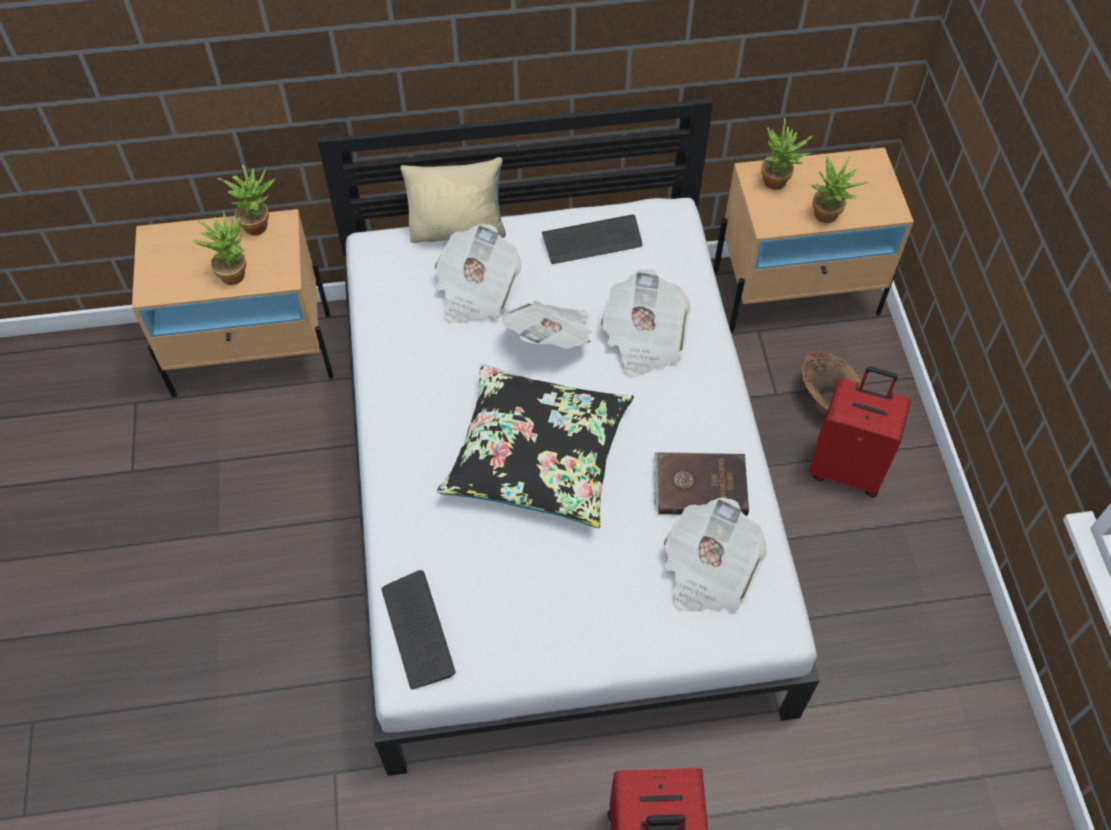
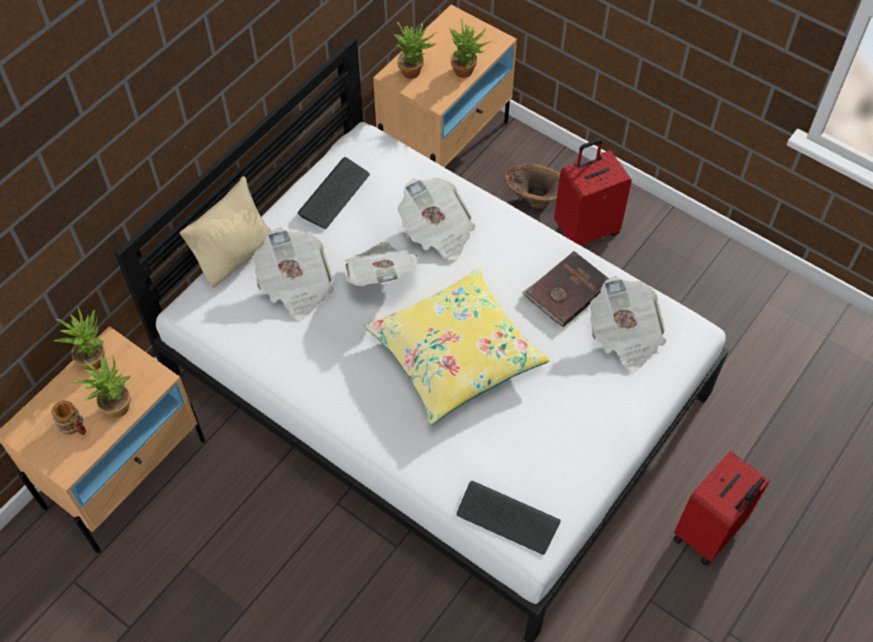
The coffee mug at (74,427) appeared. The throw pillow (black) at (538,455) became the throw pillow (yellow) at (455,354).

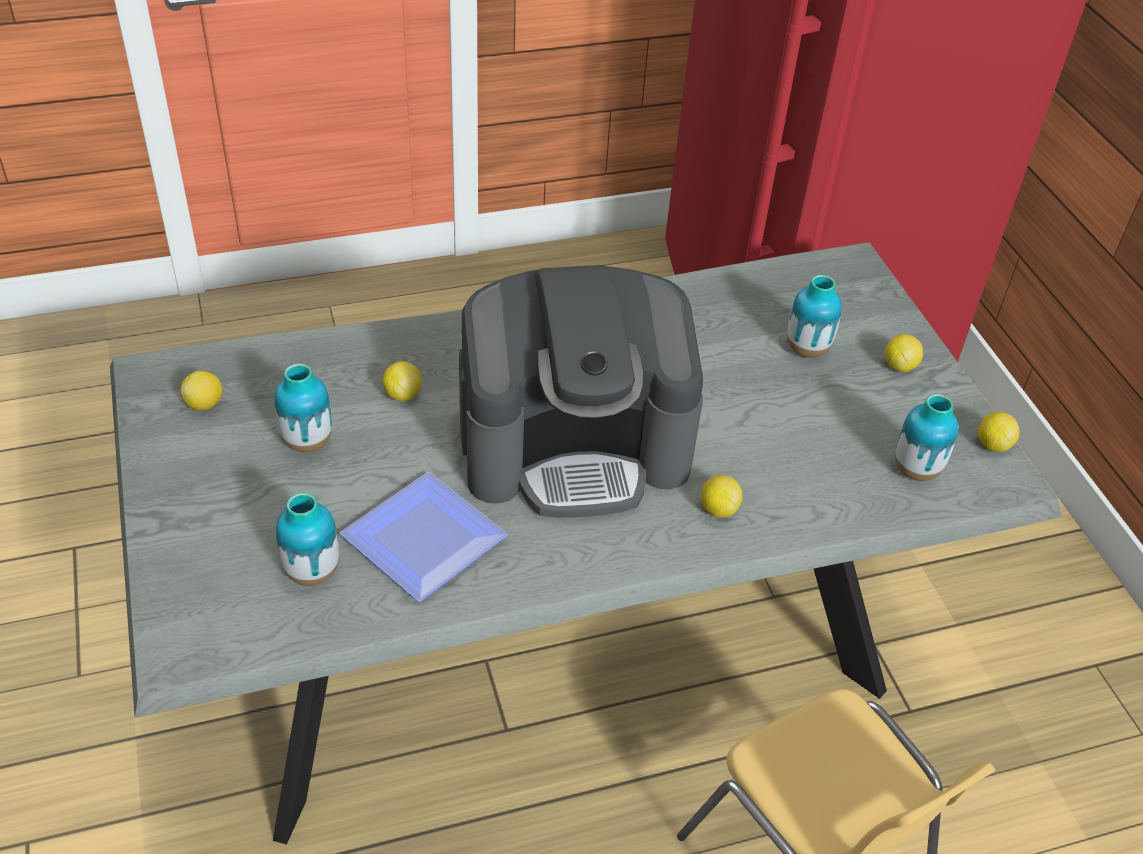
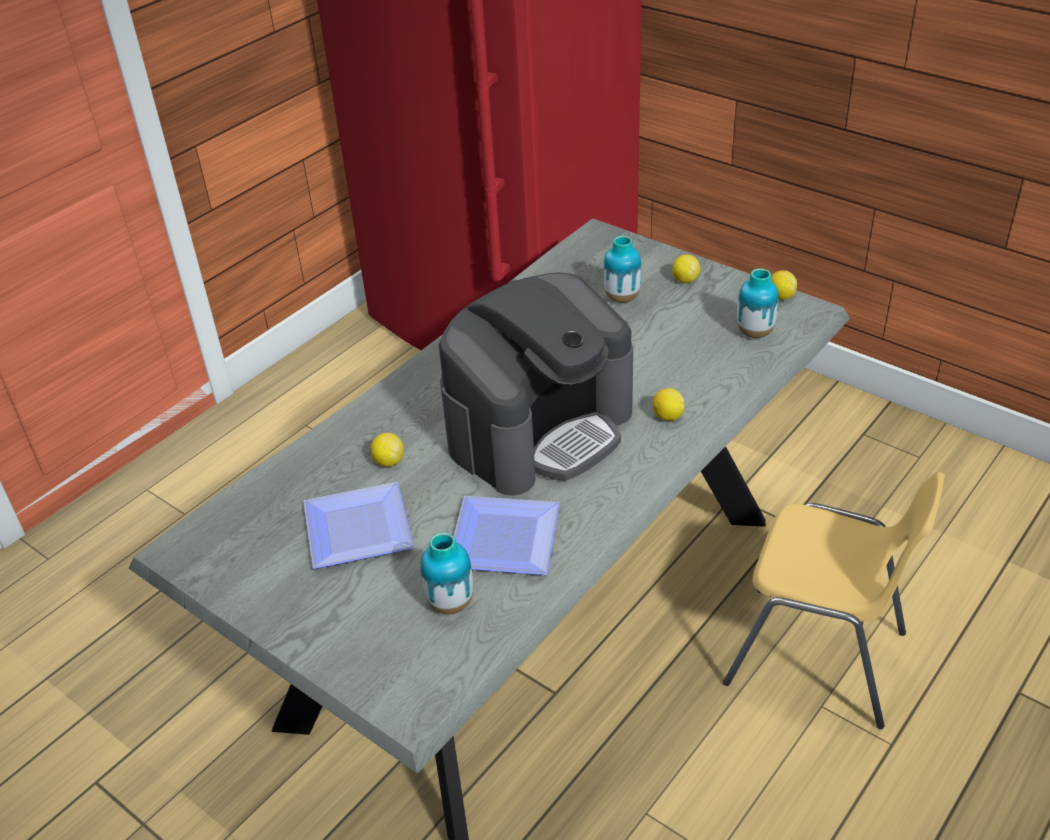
The flower vase at (307,442) was replaced by the plate at (354,527). The whole lemon at (205,404) disappeared.

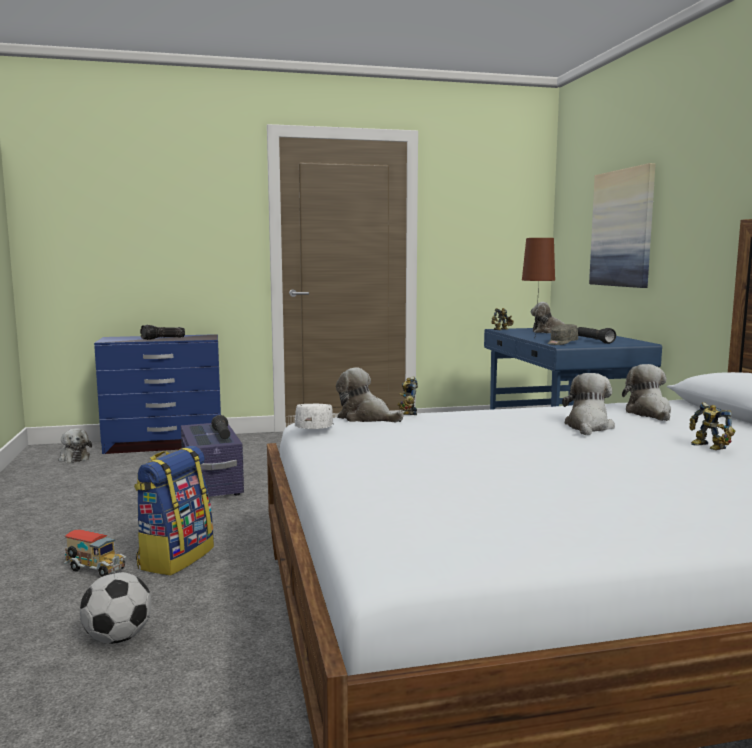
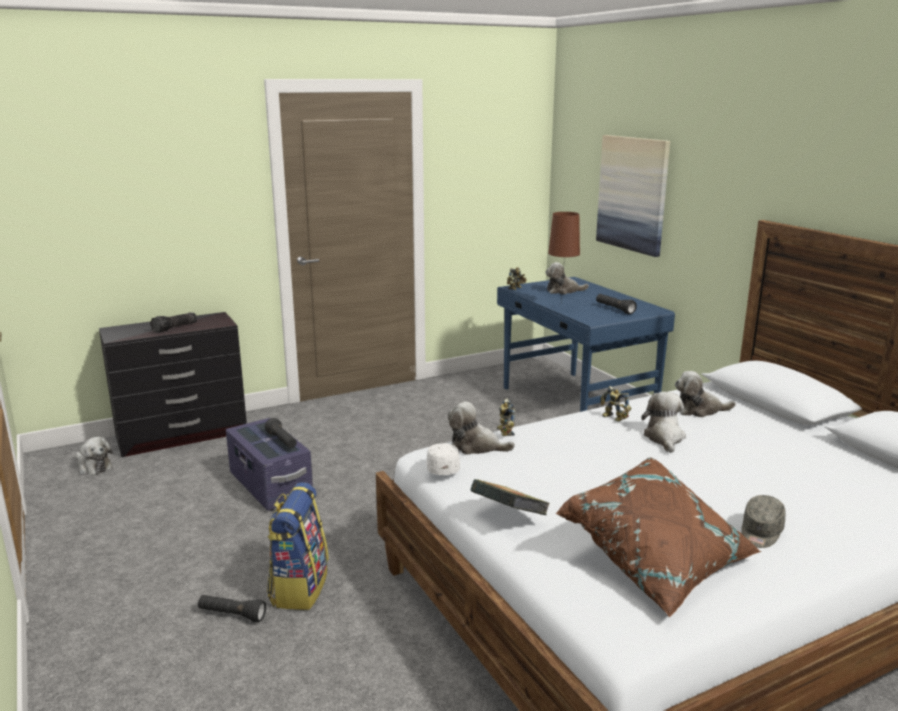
The chest of drawers (blue) at (165,444) became the chest of drawers (black) at (183,435). The toy truck at (95,570) was replaced by the torch (black) at (232,615). The bound book at (509,516) appeared. The throw pillow (brown-coloured) at (657,561) appeared. The model robot moved from (707,447) to (613,418). The cuddly toy at (649,413) turned 75 degrees counterclockwise. The baseball cap (grey) moved from (561,343) to (760,532). The football at (118,638) disappeared.

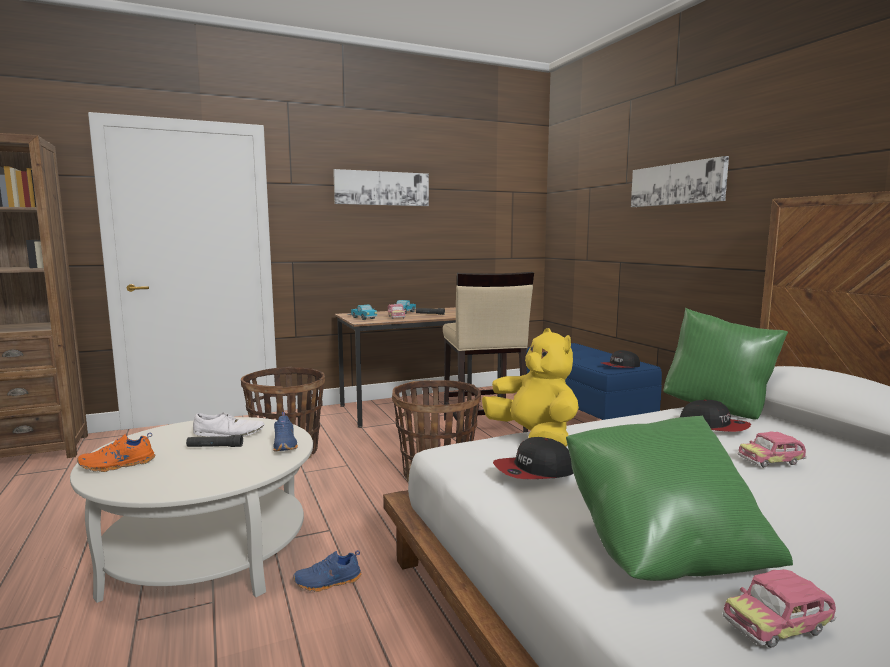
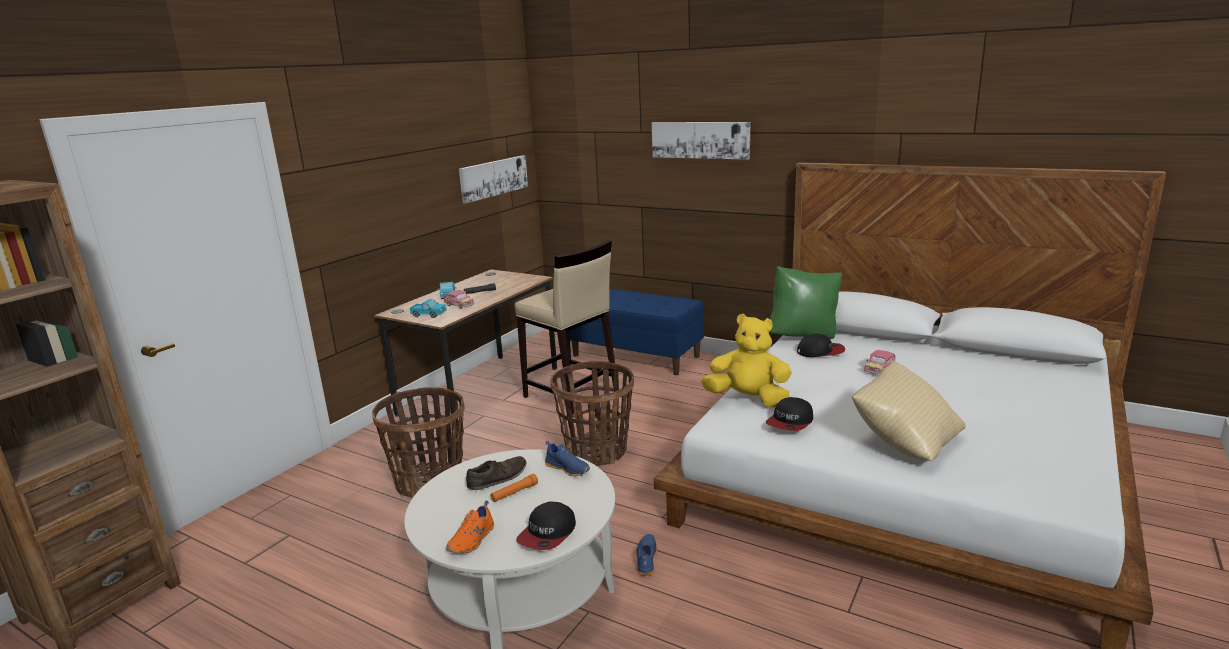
The wall art moved from (382,188) to (493,178). The shoe (white-coloured) at (229,433) became the shoe (brown-coloured) at (497,478). The torch (black) at (215,447) became the torch (orange-coloured) at (514,493). The baseball cap moved from (620,366) to (548,534). The shoe (blue) at (328,582) turned 150 degrees clockwise. The throw pillow (greenish) at (663,549) became the throw pillow (sand-coloured) at (904,442). The toy car at (778,626) disappeared.

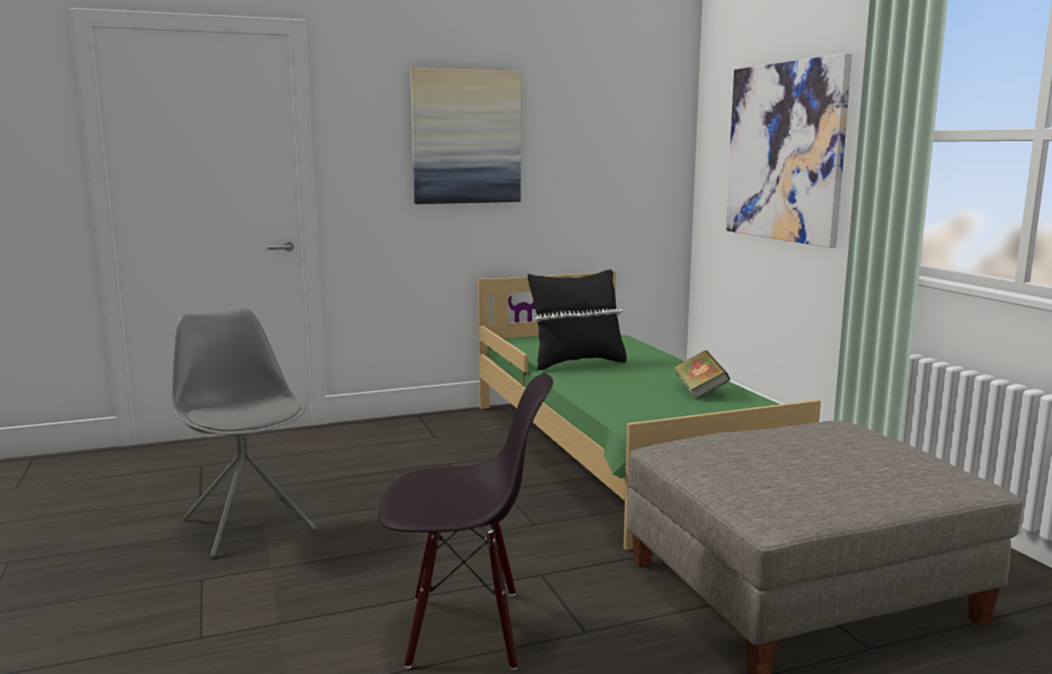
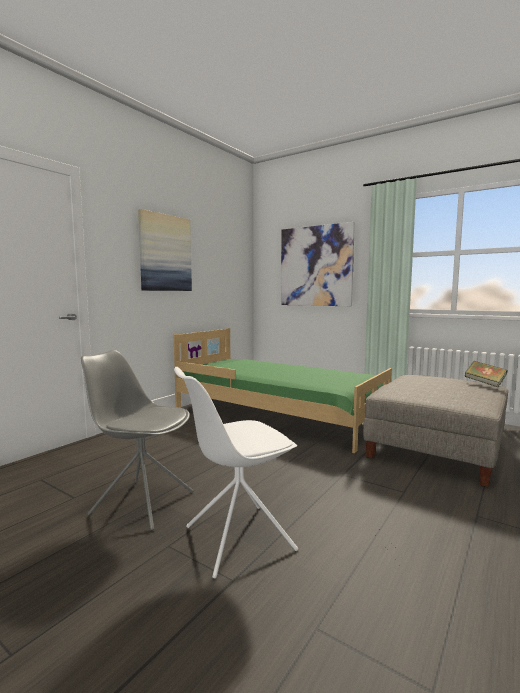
The plain chair (white-coloured) at (237,539) appeared. The bound book moved from (699,391) to (485,383). The plain chair (black) at (465,629) disappeared. The throw pillow (black) at (576,362) disappeared.

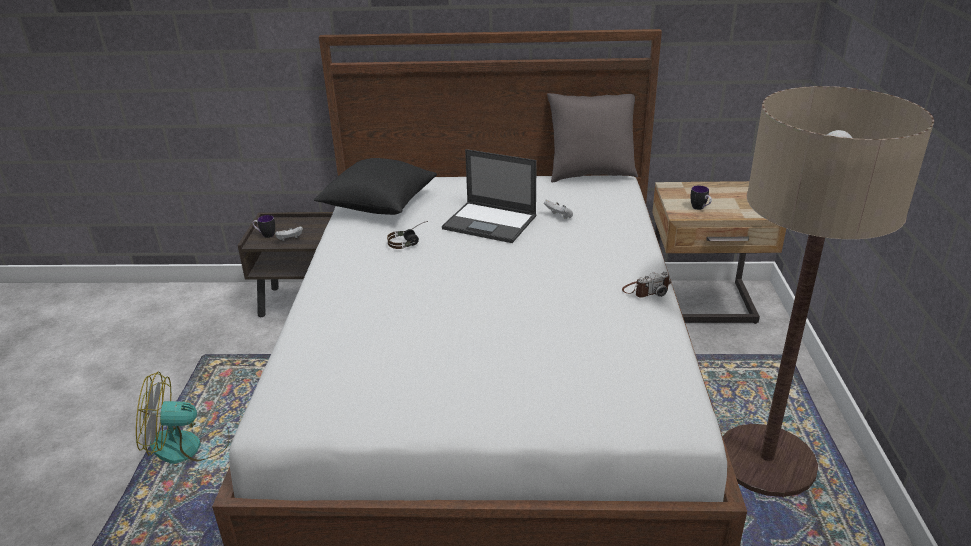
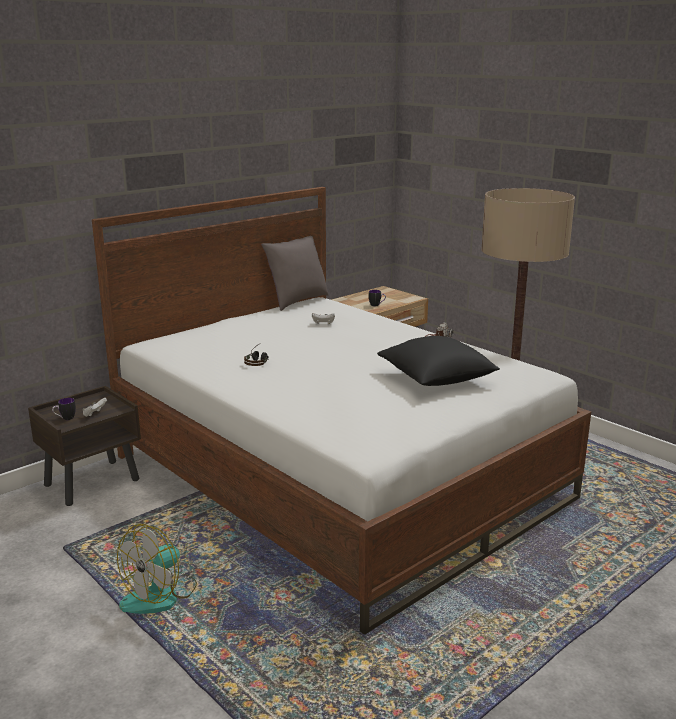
The throw pillow (black) moved from (378,205) to (436,379). The laptop at (491,222) disappeared.

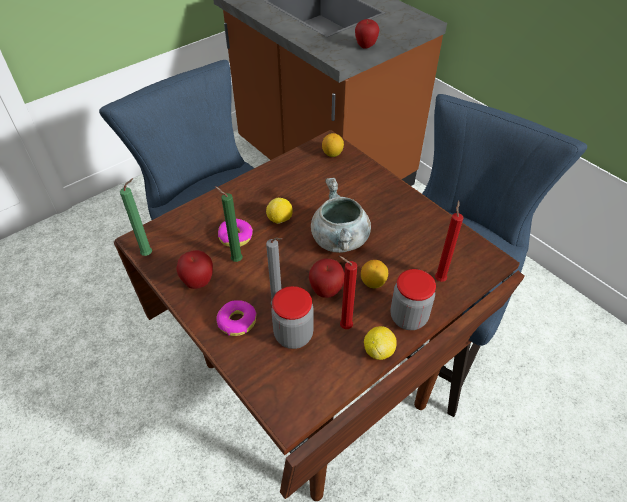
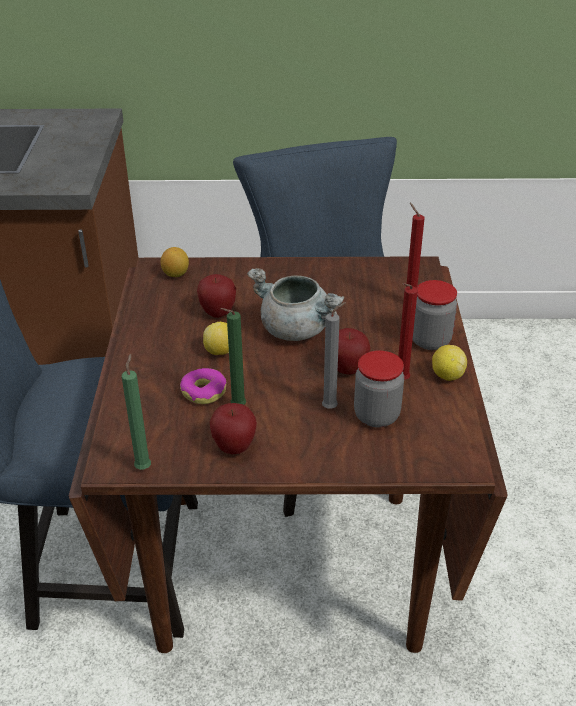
The apple moved from (366,46) to (218,313). The doughnut at (237,321) disappeared. The whole lemon at (373,282) disappeared.

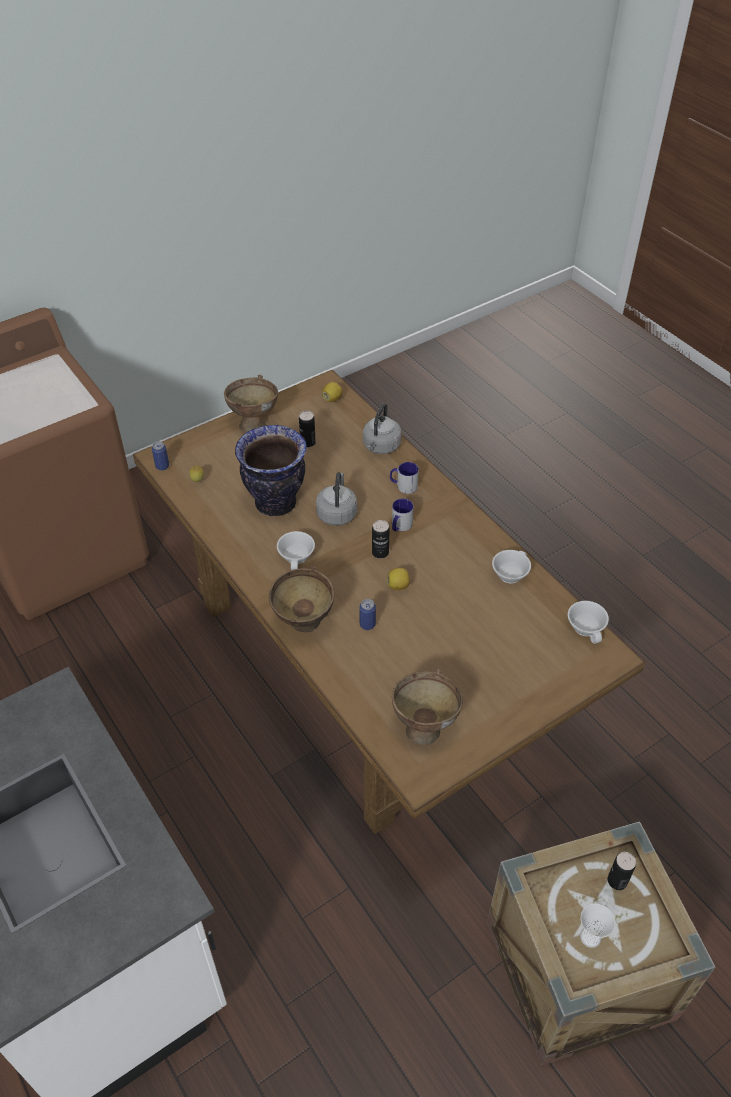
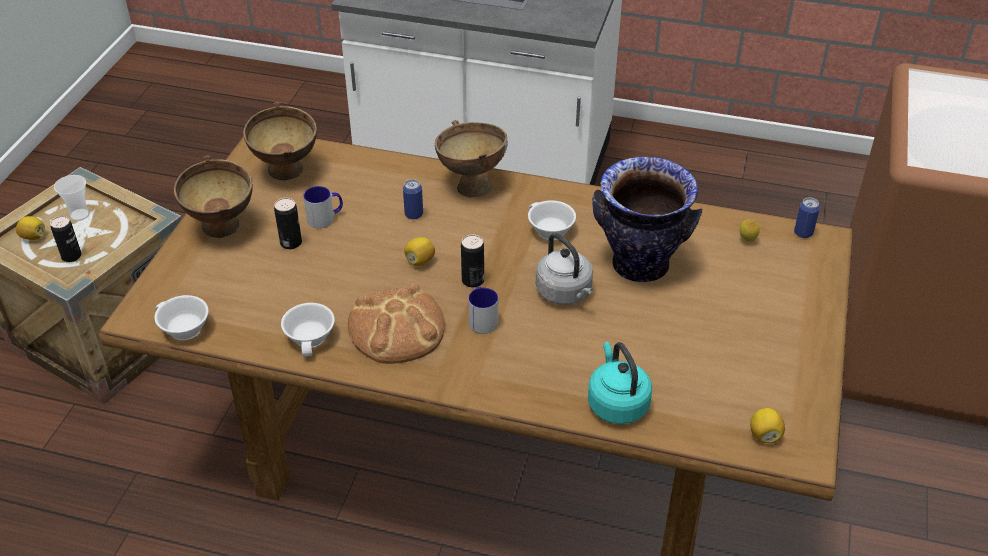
The whole lemon at (33,237) appeared. The serving bowl (brown-coloured) moved from (254,422) to (223,231). The sealed can moved from (308,442) to (291,243). The coffee mug moved from (403,486) to (325,218). The baked bread at (397,328) appeared. The tea kettle (grey) at (380,447) became the tea kettle (turquoise) at (616,403).

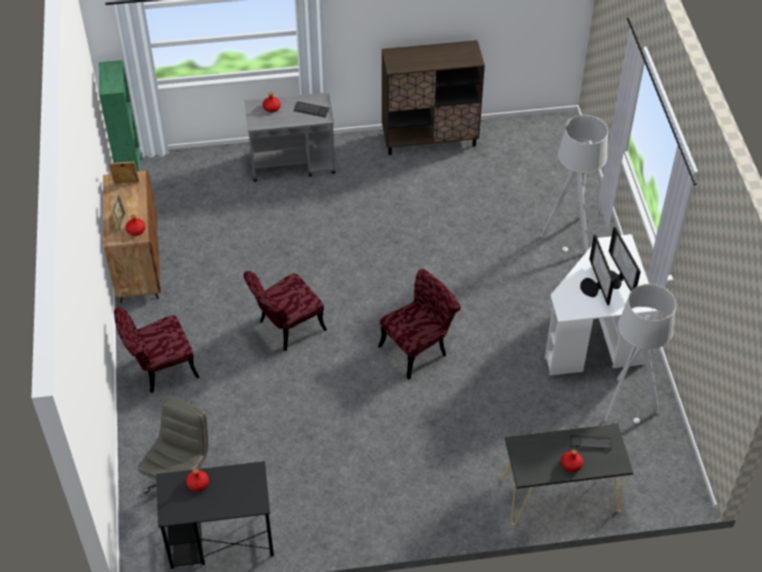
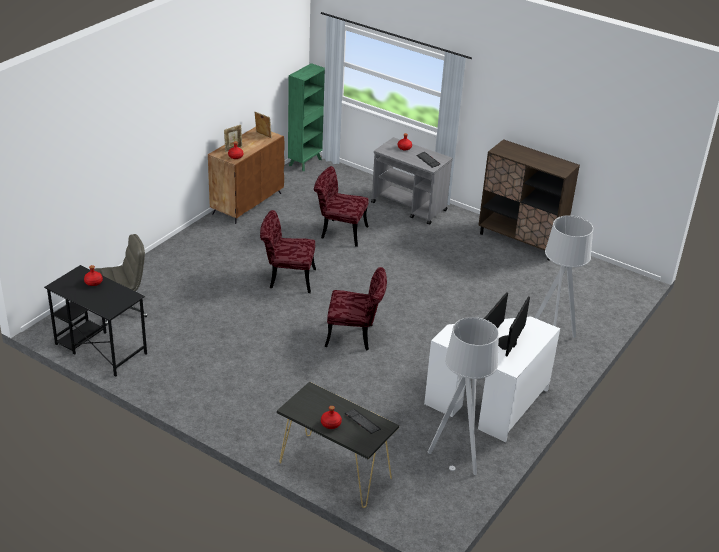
The plain chair (reddish) moved from (160,369) to (339,231).

